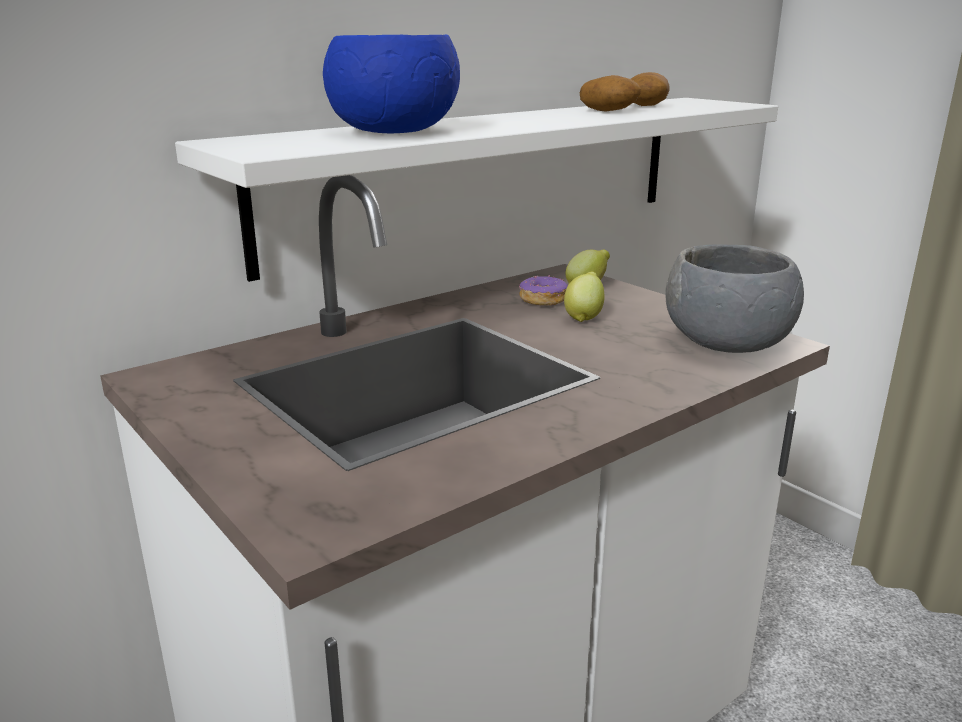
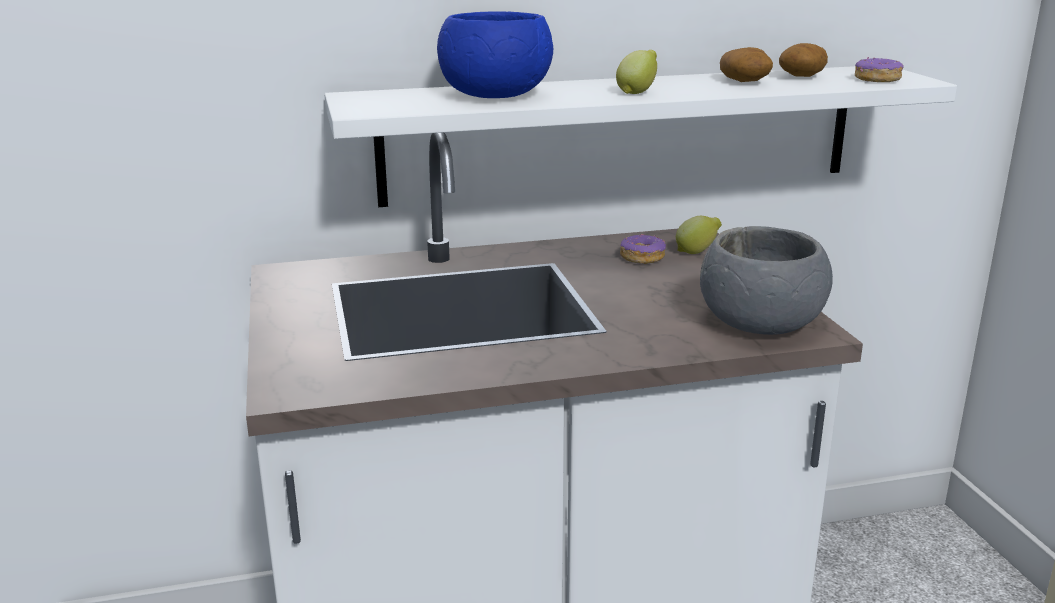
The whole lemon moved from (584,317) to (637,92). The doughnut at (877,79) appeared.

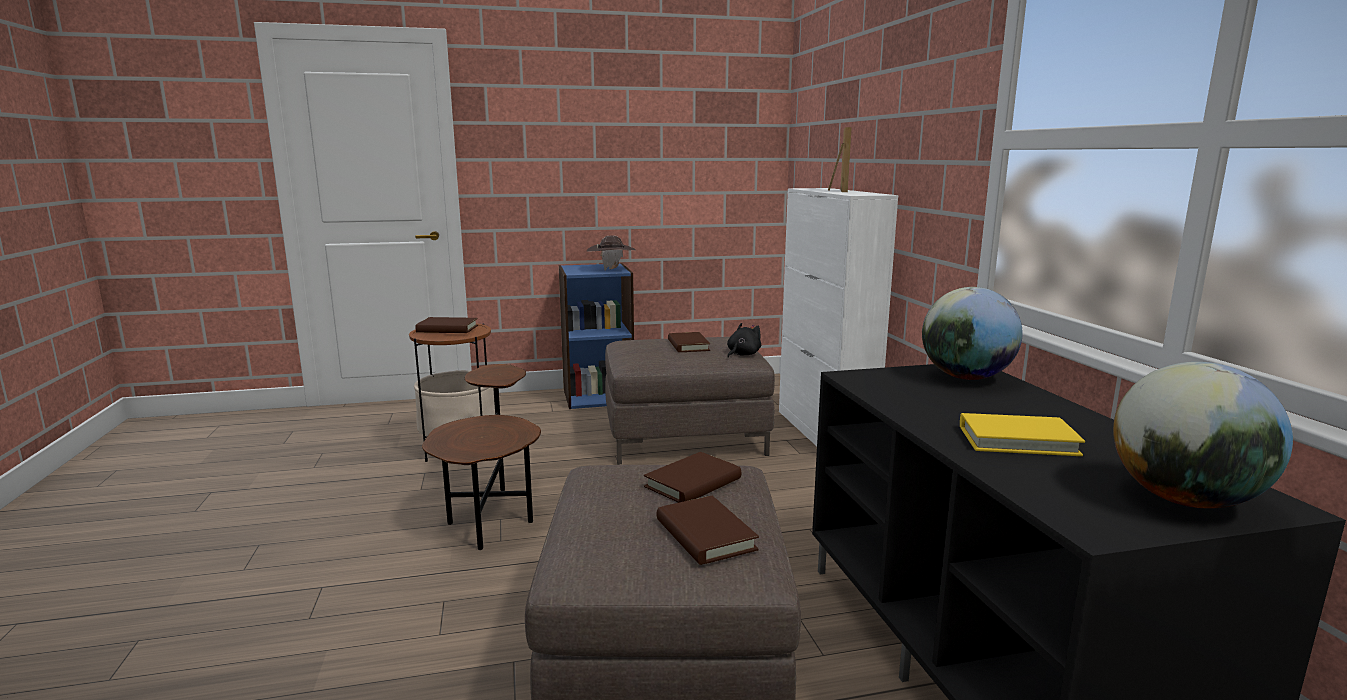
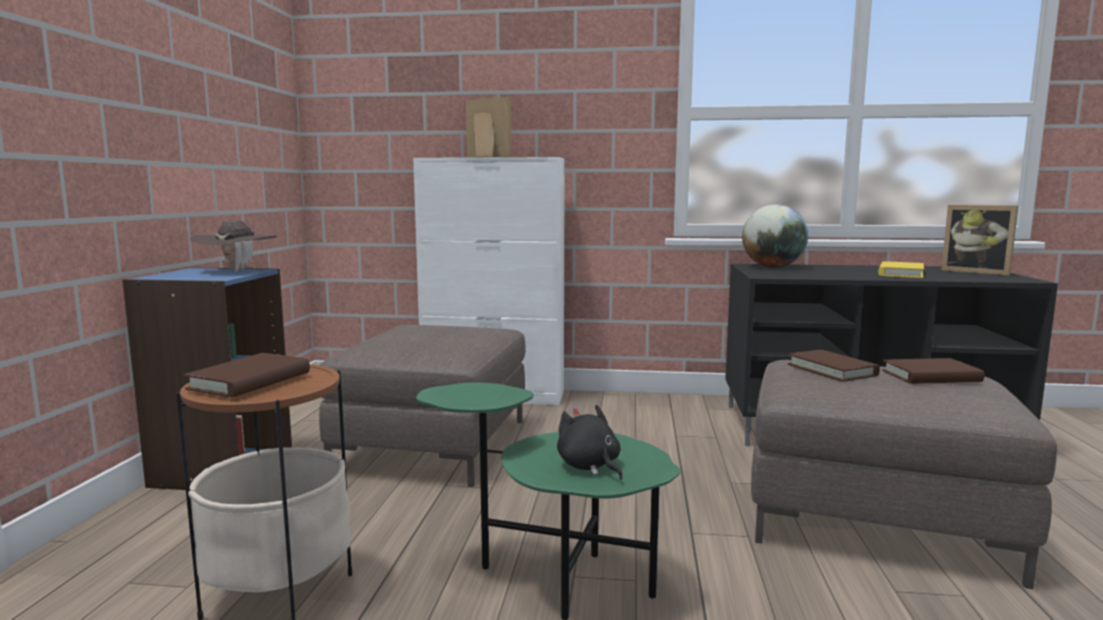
The side table (brown-coloured) at (492,514) became the side table (greenish) at (555,580). The cuddly toy (black) moved from (742,354) to (590,466). The globe at (1185,500) was replaced by the picture frame at (977,271). The bound book (brown-coloured) at (688,345) disappeared.

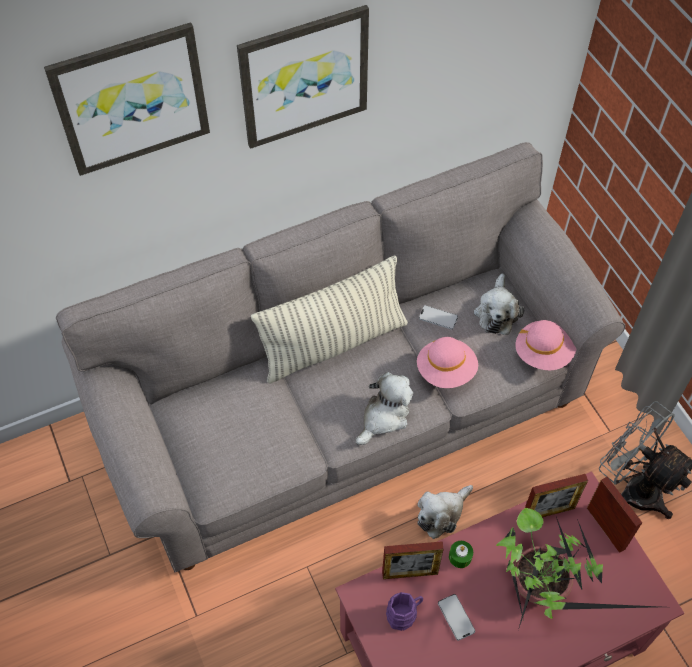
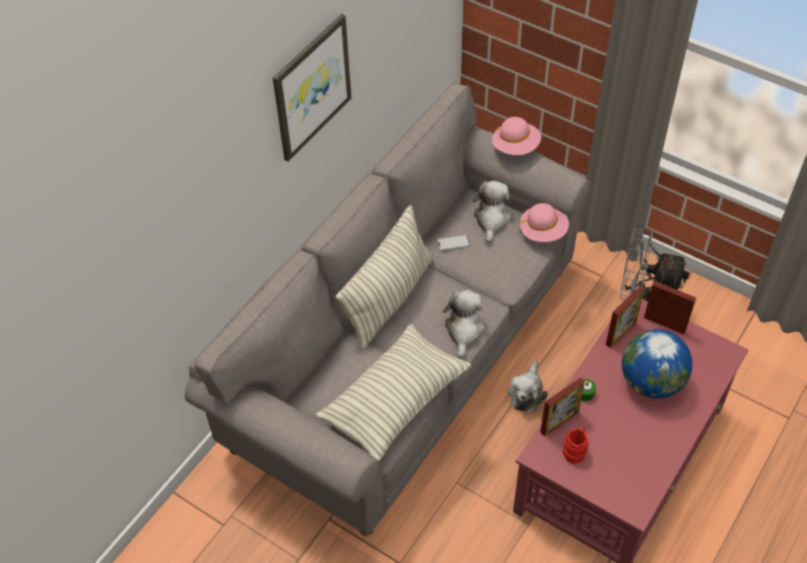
The throw pillow at (395,401) appeared. The cuddly toy at (496,312) turned 150 degrees counterclockwise. The hat (pinkish) moved from (446,370) to (515,147). The coffee mug (purple-coloured) at (404,614) became the coffee mug (reddish) at (575,450). The potted plant at (542,587) was replaced by the globe at (651,382). The wall art at (131,99) disappeared. The phone at (456,617) disappeared.

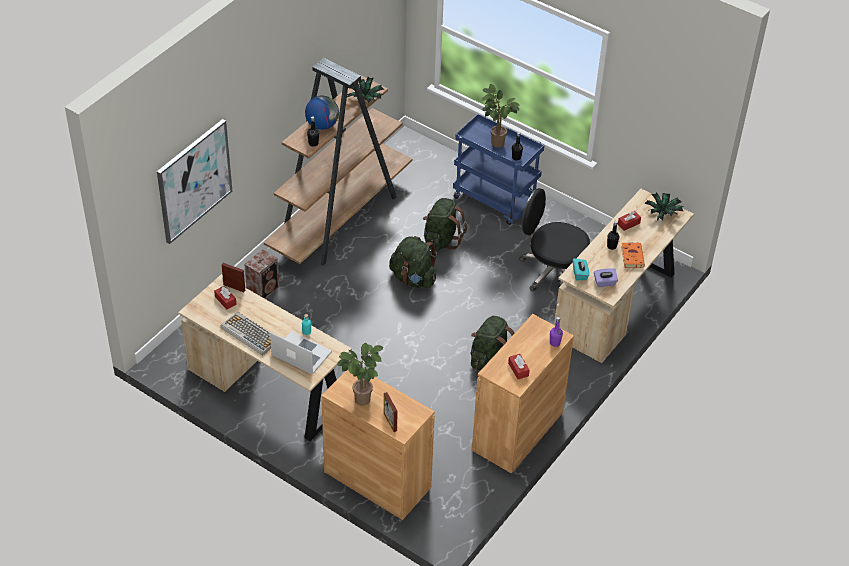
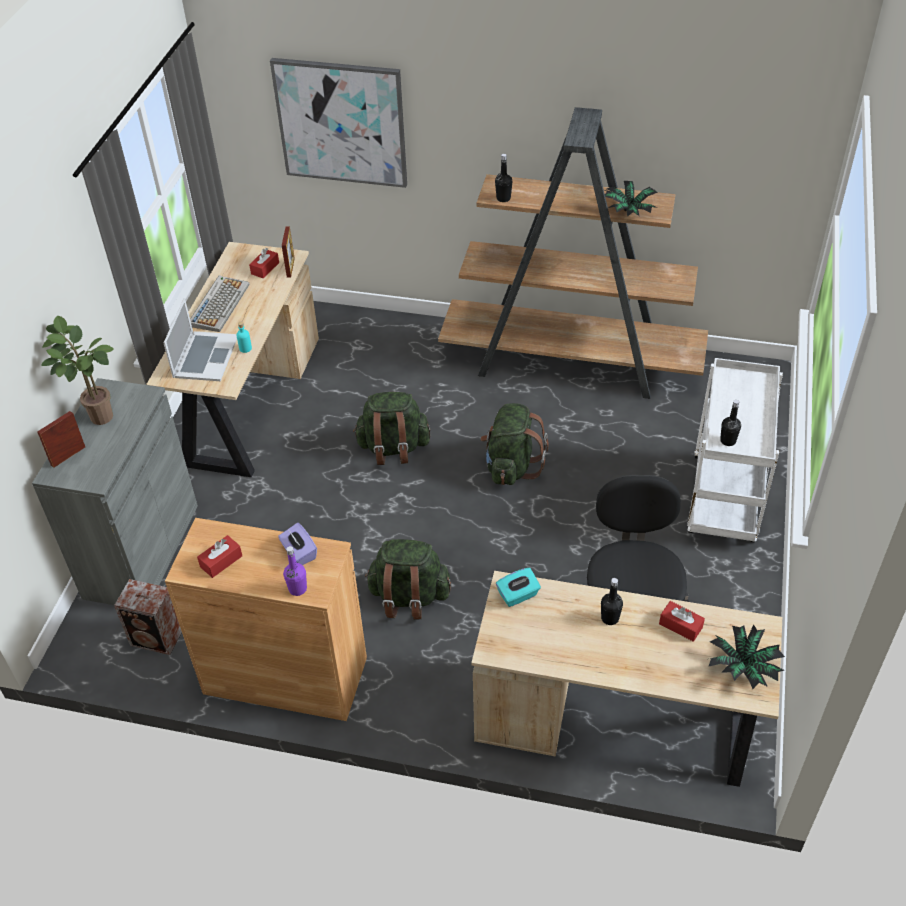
The storage cabinet (brown-coloured) at (377,479) became the storage cabinet (grey) at (141,551). The speaker moved from (264,289) to (158,638). The tissue box (purple-coloured) moved from (604,282) to (299,553). The rucksack (greenish) moved from (441,240) to (393,448). The cart (blue) at (495,201) became the cart (white-coloured) at (724,501). The globe at (322,125) disappeared. The potted plant at (495,143) disappeared. The bound book (orange-coloured) at (632,256) disappeared.

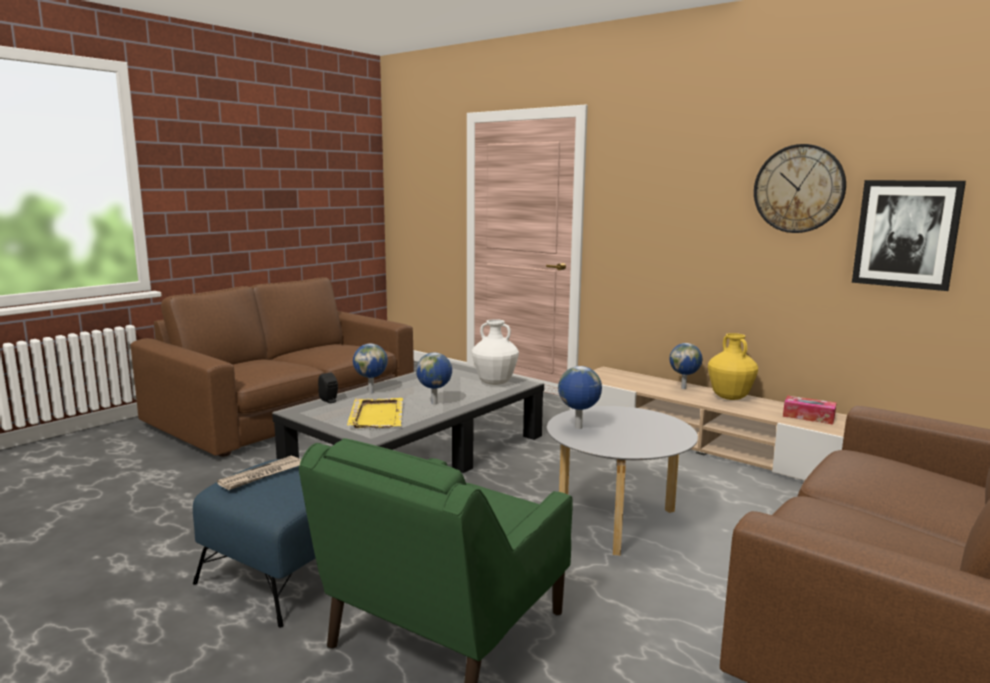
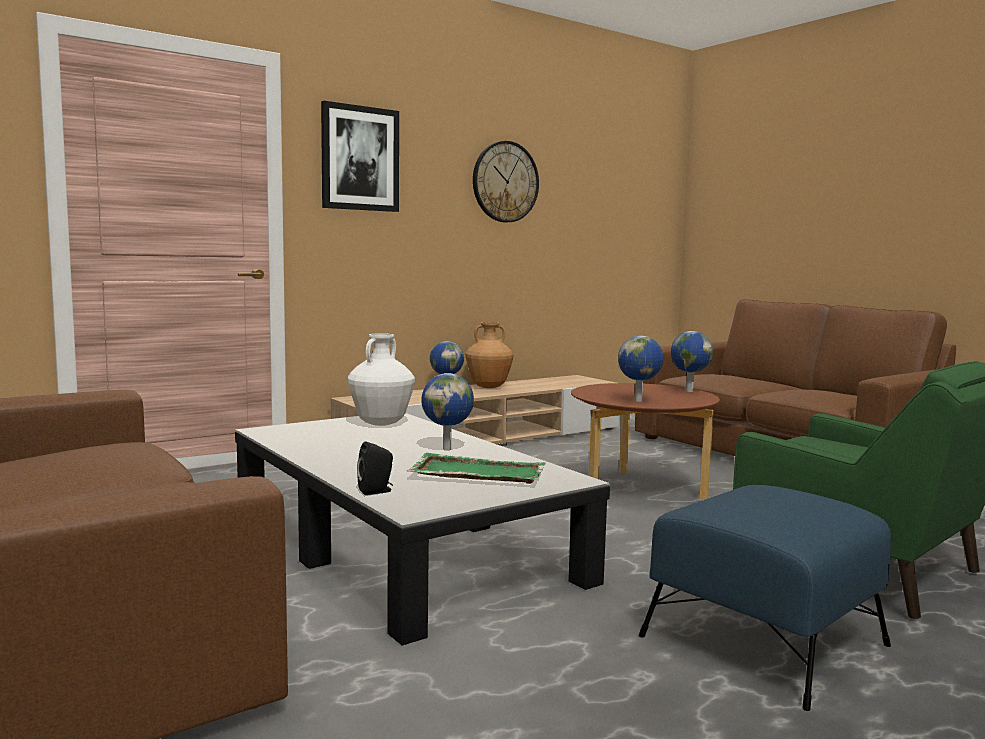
The wall art moved from (906,234) to (360,158). The carrying tray (yellow) at (377,415) became the carrying tray (greenish) at (476,473). The flower vase (yellow) at (730,398) became the flower vase (brown-coloured) at (489,387). The low table (grey) at (615,520) became the low table (brown-coloured) at (639,489). The globe moved from (371,392) to (688,391). The newspaper at (262,475) disappeared. The tissue box at (808,417) disappeared.

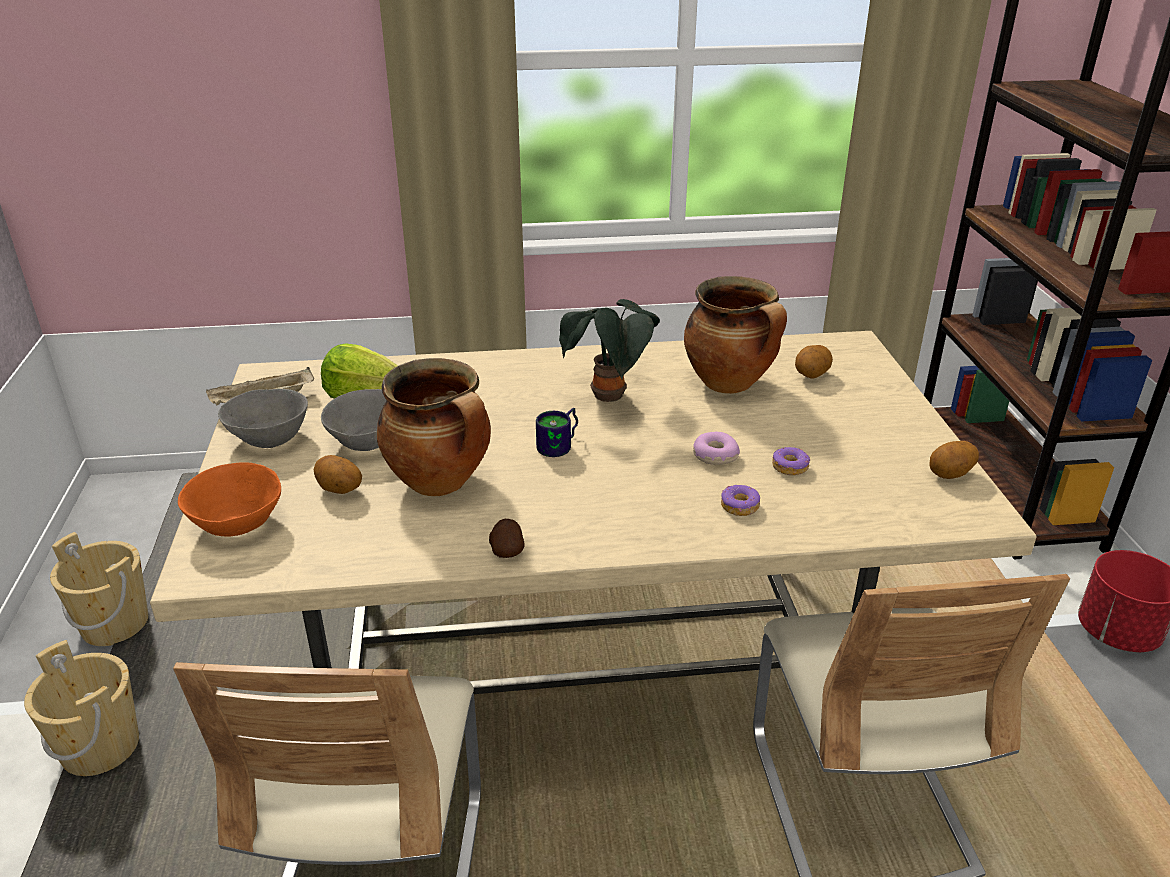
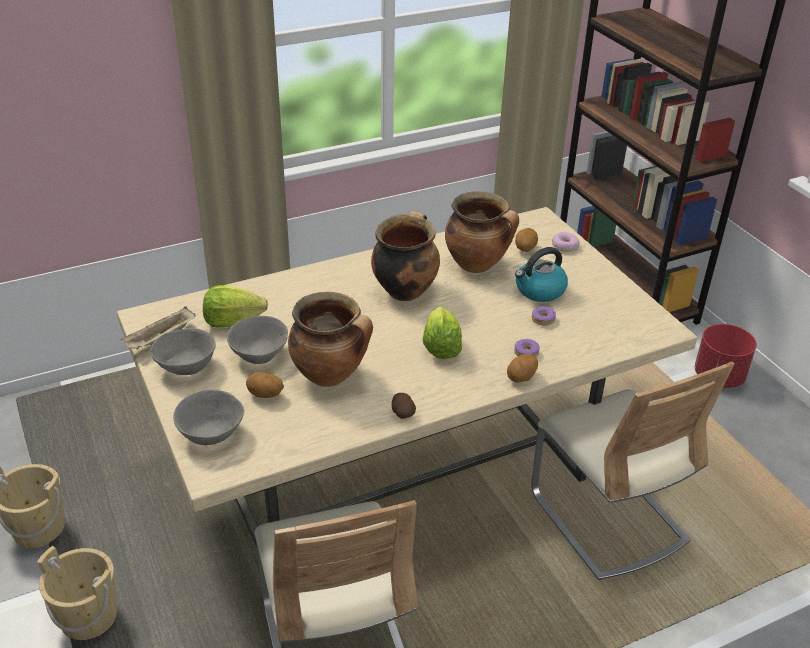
The serving bowl (orange-coloured) at (236,524) became the serving bowl (grey) at (210,434). The potted plant at (609,398) was replaced by the cooking pot at (404,290). The lettuce at (441,347) appeared. The spud moved from (950,475) to (521,378). The tea kettle at (539,290) appeared. The doughnut moved from (714,455) to (564,246). The coffee mug at (561,445) disappeared.

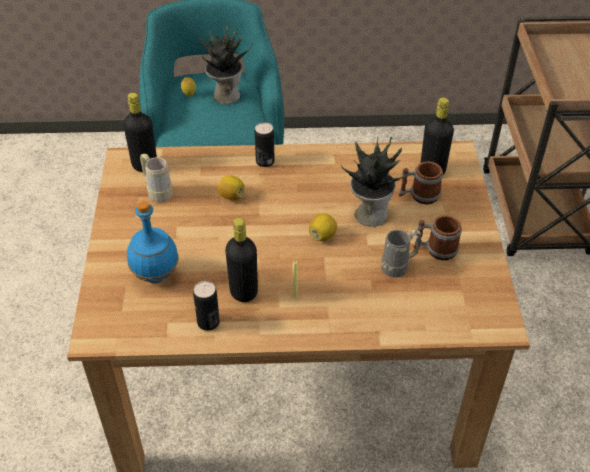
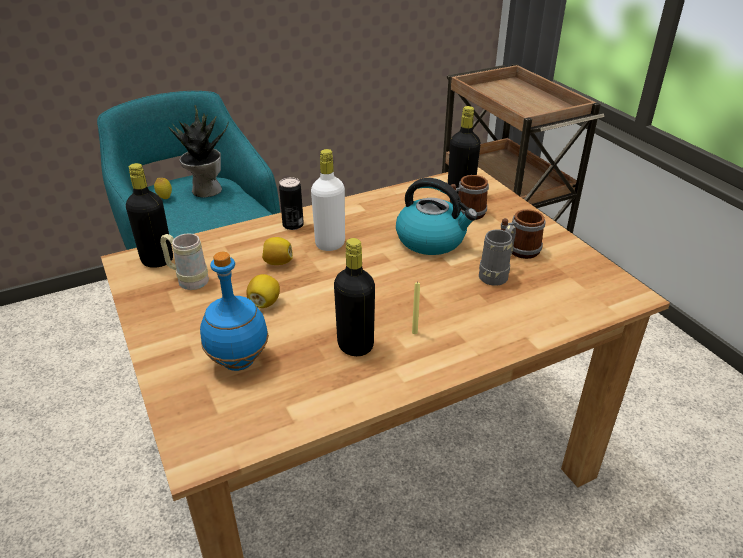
The whole lemon moved from (322,235) to (264,303). The beverage bottle (white-coloured) at (330,244) appeared. The potted plant at (370,214) was replaced by the tea kettle at (432,240). The sealed can at (208,322) disappeared.

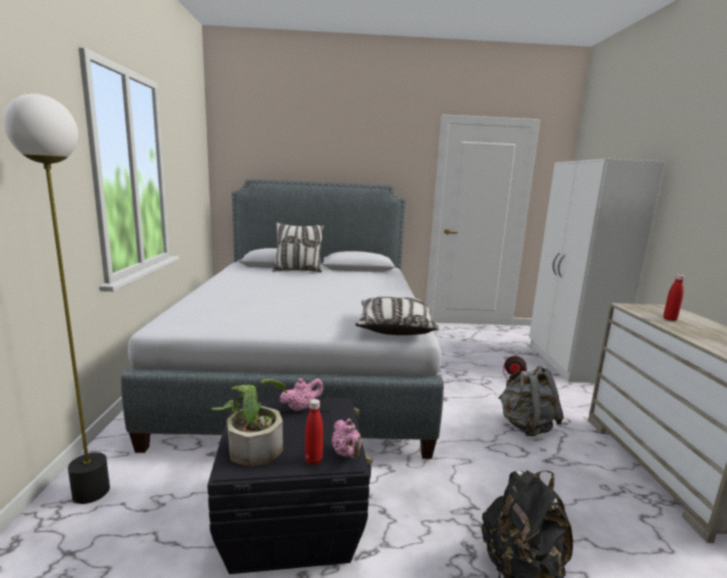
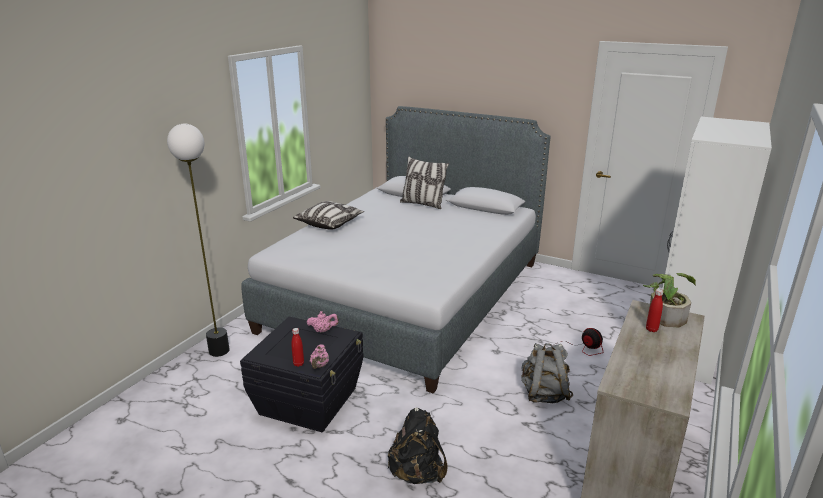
The throw pillow moved from (395,328) to (329,223). The potted plant moved from (253,445) to (665,315).

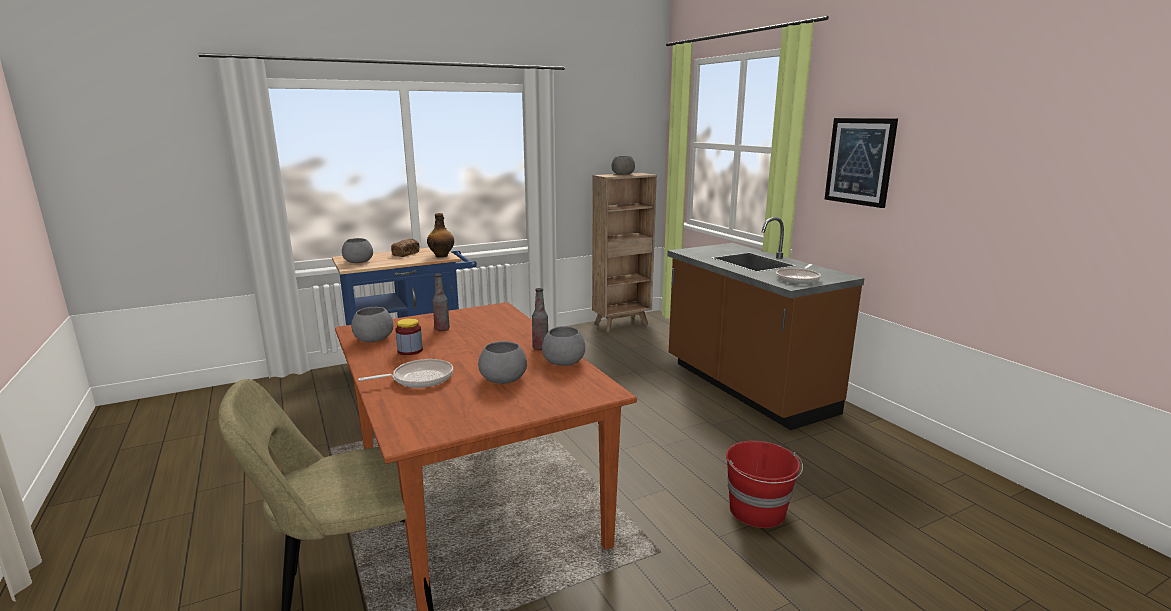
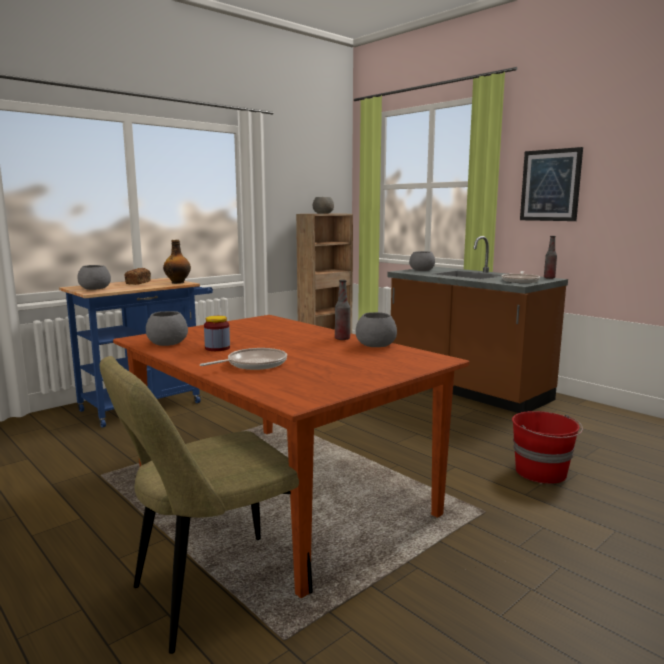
The serving bowl (grey) moved from (504,379) to (422,270). The beverage bottle moved from (442,329) to (549,278).

